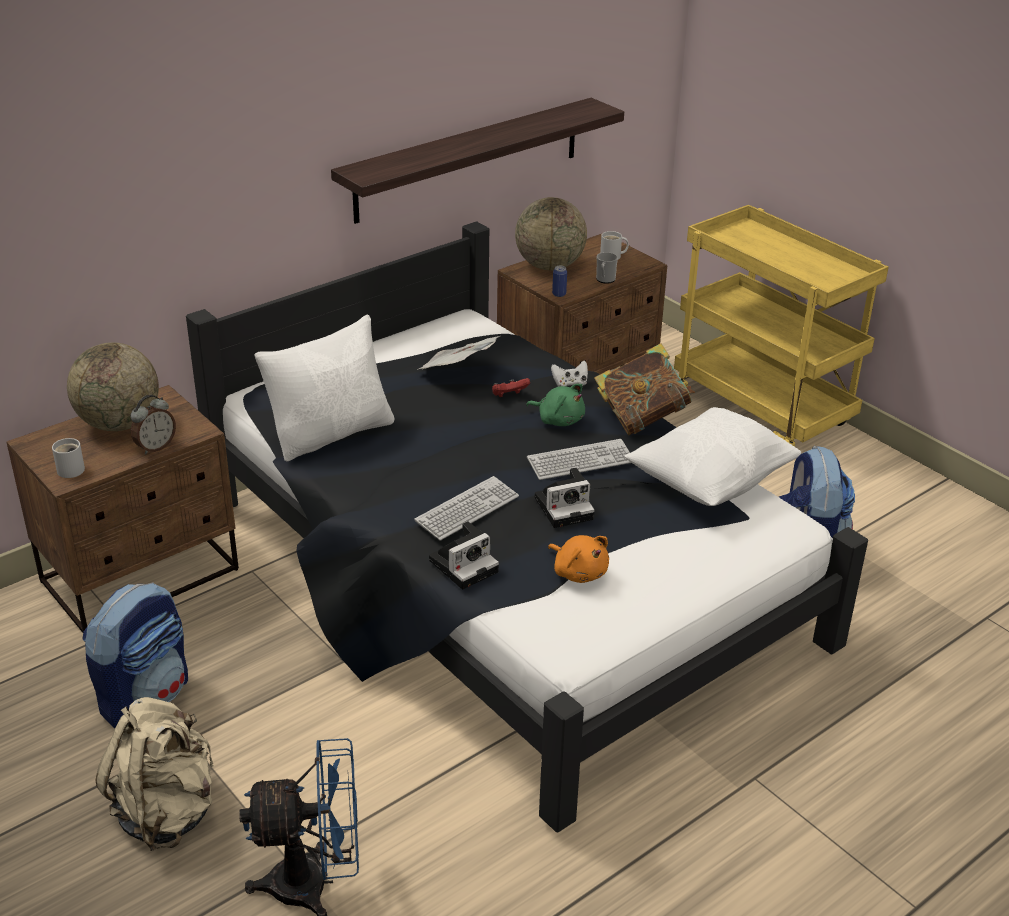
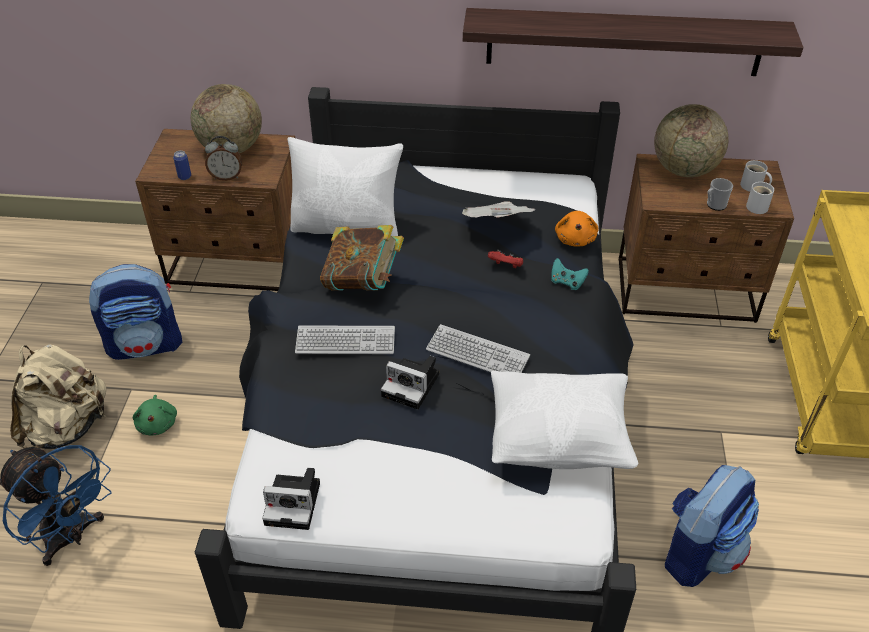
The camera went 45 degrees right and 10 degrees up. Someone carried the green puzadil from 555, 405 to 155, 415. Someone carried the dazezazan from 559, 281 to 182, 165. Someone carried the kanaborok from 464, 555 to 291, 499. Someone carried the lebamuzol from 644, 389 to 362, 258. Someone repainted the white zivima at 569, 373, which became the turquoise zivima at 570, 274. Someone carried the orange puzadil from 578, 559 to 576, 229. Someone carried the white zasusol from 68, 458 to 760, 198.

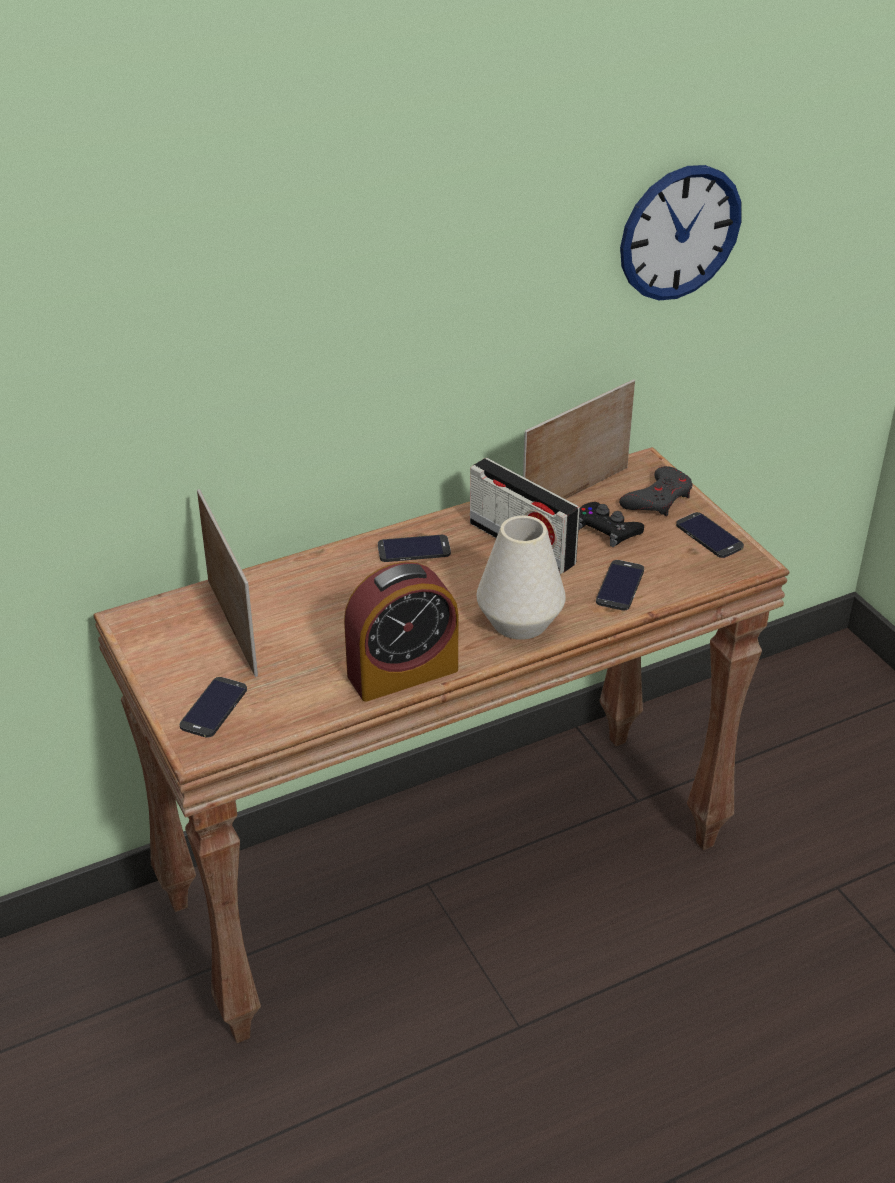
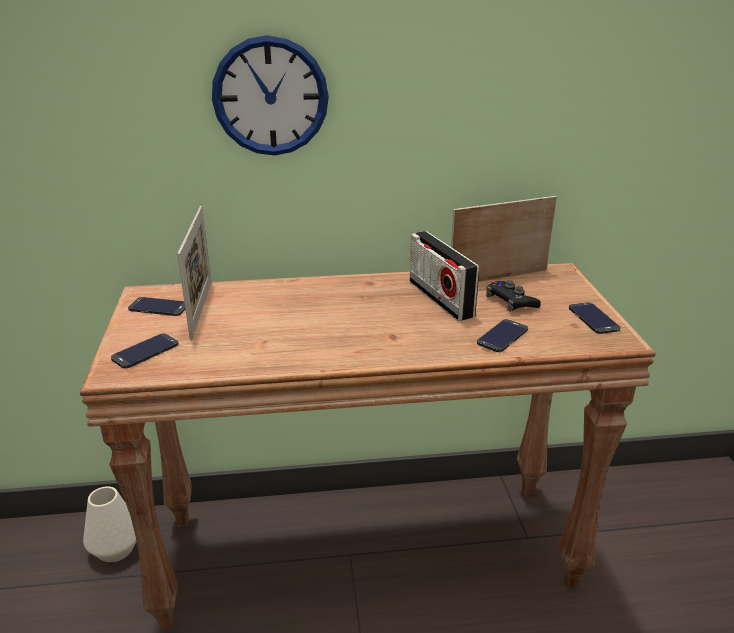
The camera went 20 degrees right and 10 degrees down. Someone carried the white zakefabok from 521, 577 to 109, 524. Someone carried the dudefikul from 414, 548 to 156, 306. Someone carried the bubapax from 681, 232 to 270, 95. Someone took away the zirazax at 401, 632. Someone took away the grey zivima at 656, 491.

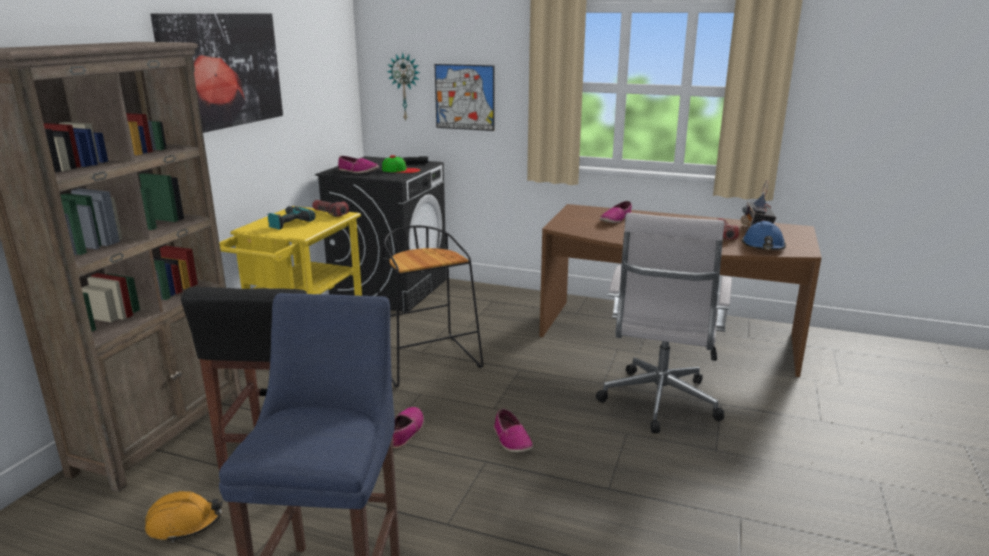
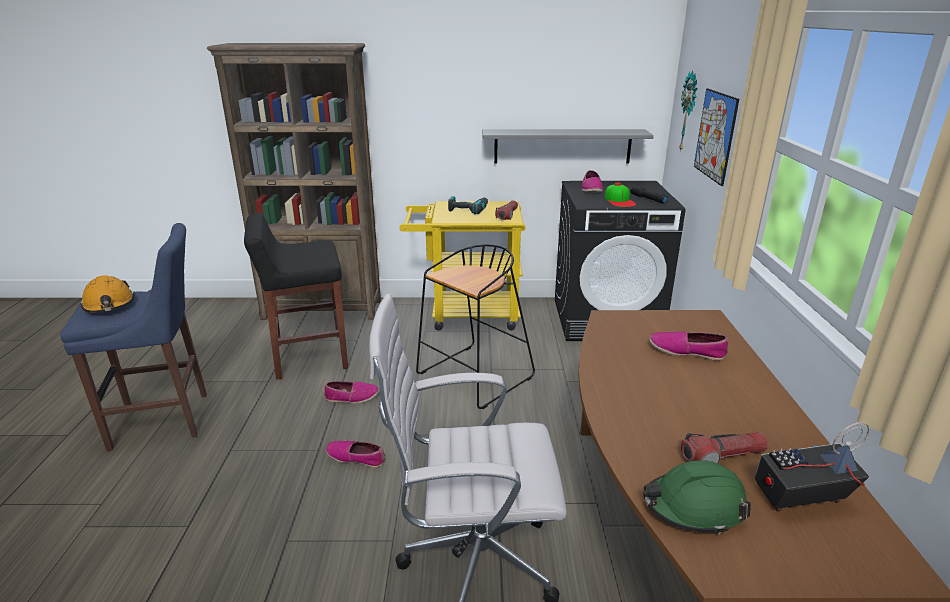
The camera went 70 degrees right and 5 degrees up. Someone carried the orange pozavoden from 183, 516 to 107, 294. Someone rotated the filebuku at 513, 431 by 60 degrees clockwise. Someone put up the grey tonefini at 568, 146. Someone repainted the blue pozavoden at 763, 235, which became the green pozavoden at 697, 497. Someone took away the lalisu at 217, 73.

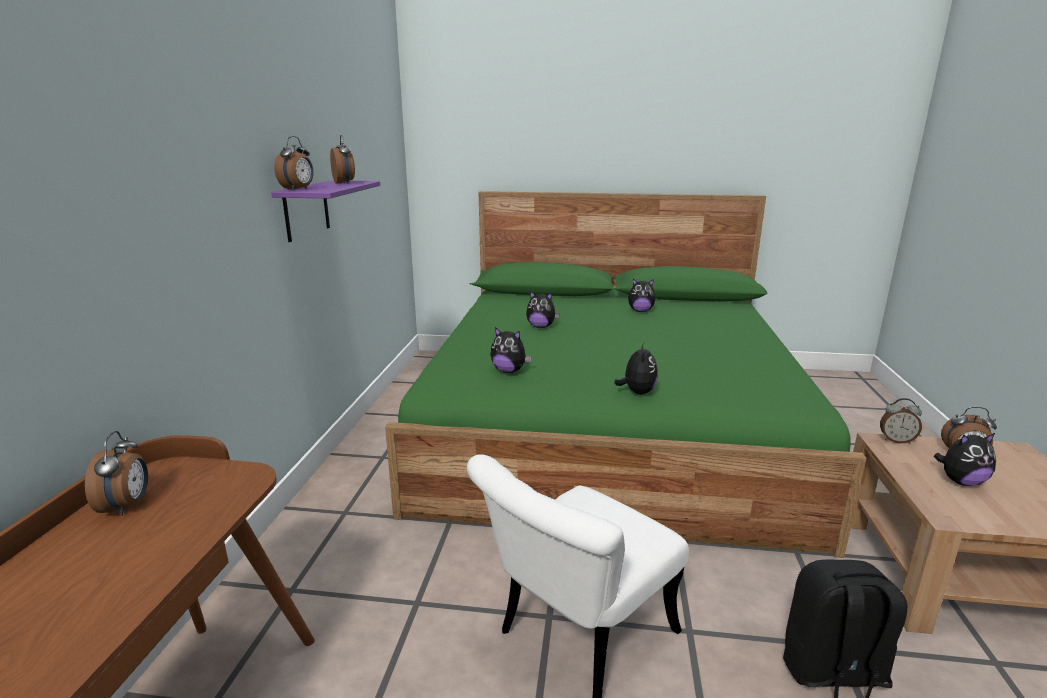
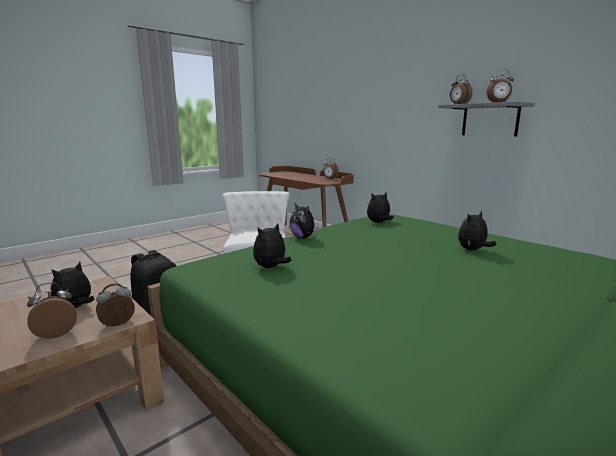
The camera went 130 degrees right and 5 degrees down. Someone carried the puzadil from 642, 295 to 272, 245. Someone repainted the purple tonefini at 325, 211, which became the grey tonefini at 486, 118.

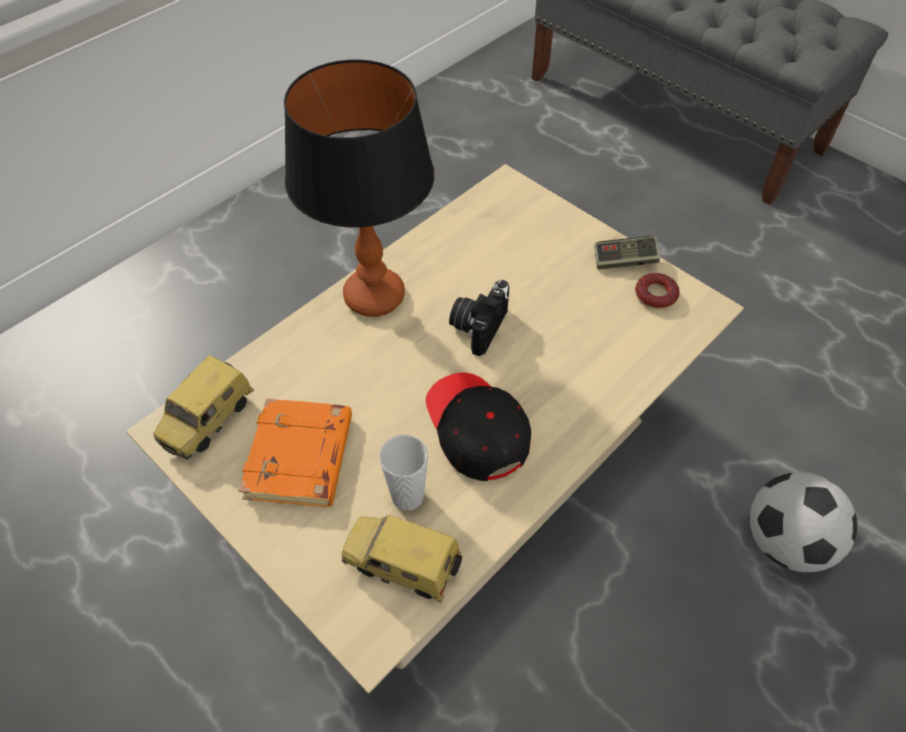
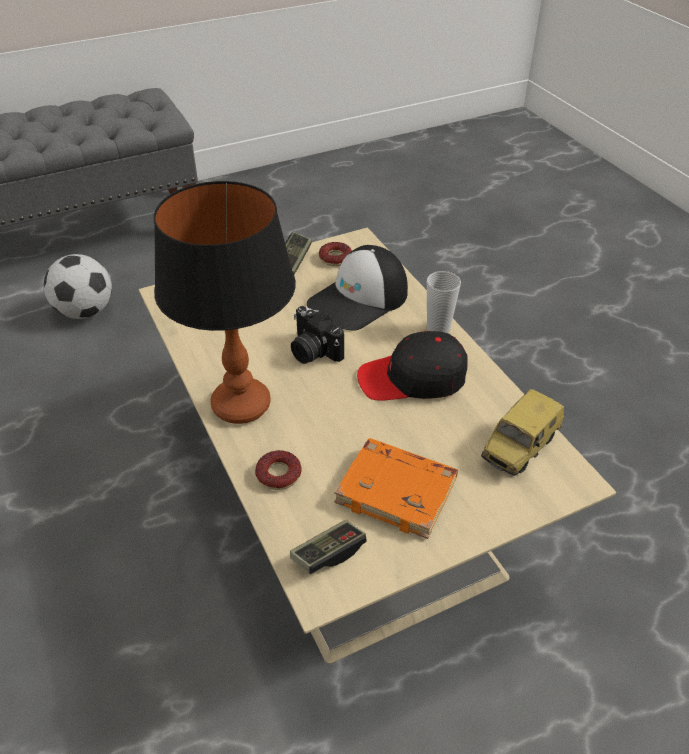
The camera went 70 degrees left and 10 degrees down. Someone carried the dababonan from 803, 522 to 78, 286. Someone put down the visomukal at 278, 470. Someone swapped the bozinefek at 203, 407 for the zivima at 328, 547. Someone put down the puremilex at 357, 288. Someone carried the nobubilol from 403, 472 to 444, 302.

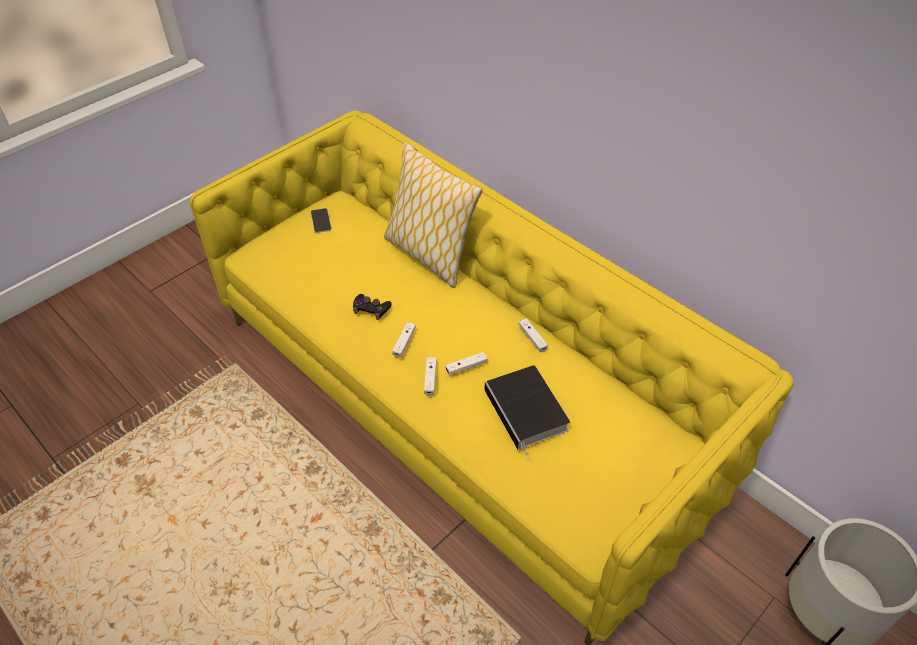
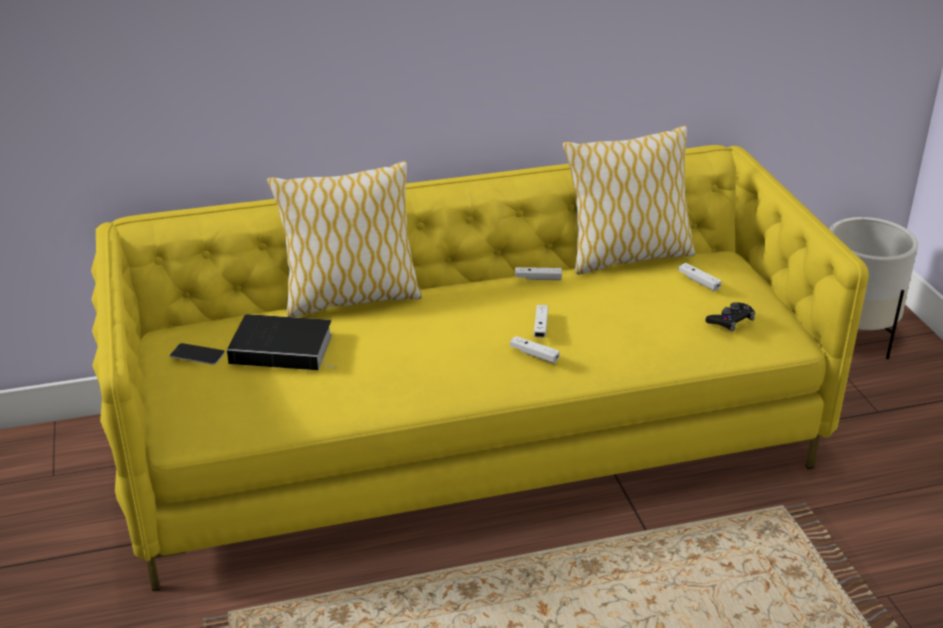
The camera went 60 degrees left and 15 degrees down. Someone carried the lebamuzol from 527, 413 to 282, 342. Someone put down the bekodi at 629, 200. Someone carried the white zivima from 404, 340 to 700, 277. Someone carried the black zivima from 372, 307 to 730, 317.

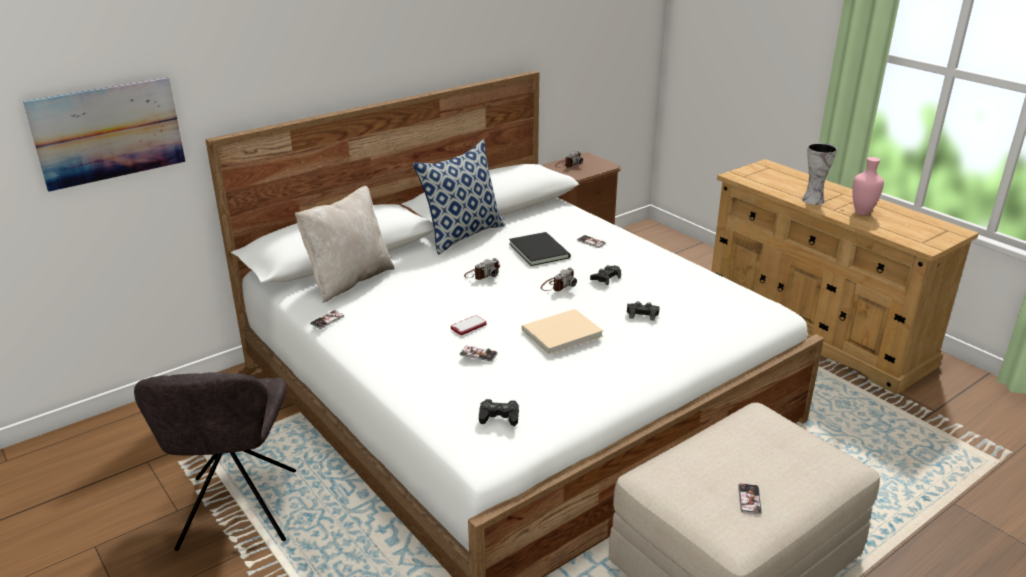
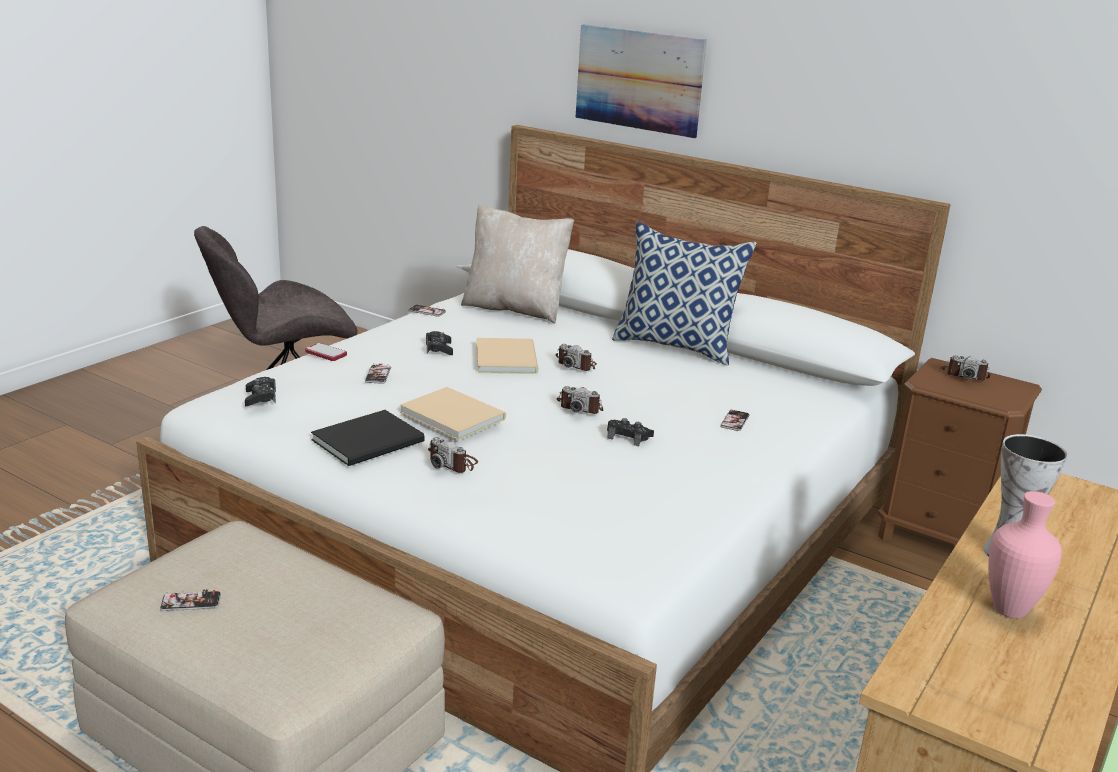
The camera went 70 degrees right and 5 degrees down. Someone carried the dudefikul from 468, 325 to 326, 352. Someone carried the black lebamuzol from 540, 249 to 368, 438. Someone carried the black zivima from 643, 311 to 439, 343. Someone put down the kanaborok at 453, 455. Someone put down the beige lebamuzol at 507, 356. Someone carried the lalisu from 104, 134 to 641, 81.

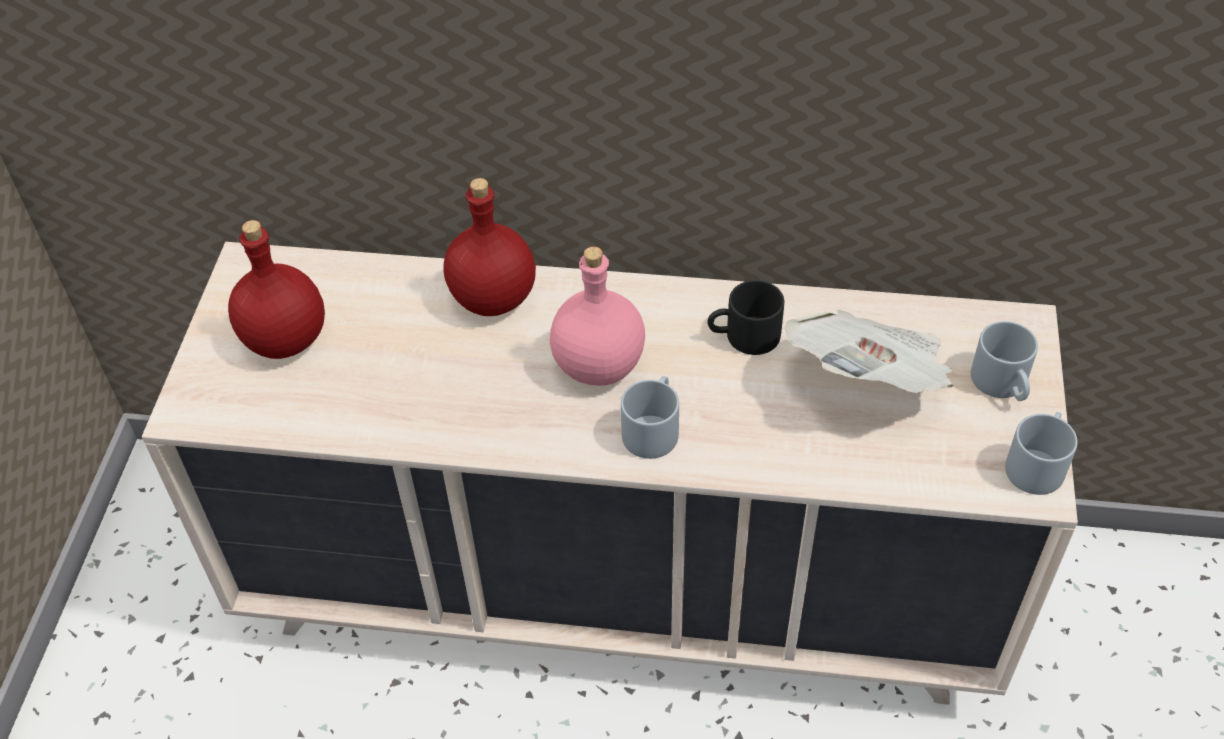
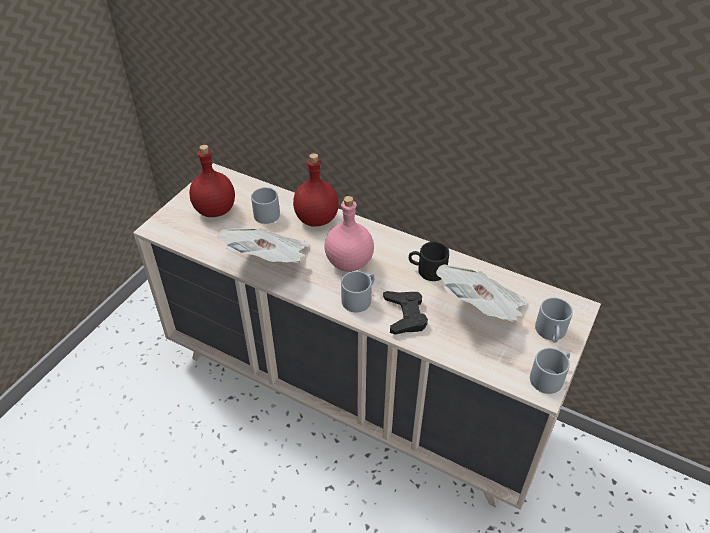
The camera went 20 degrees right and 5 degrees down. Someone put down the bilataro at 262, 245. Someone put down the grey zasusol at 265, 205. Someone put down the black zivima at 405, 313.

